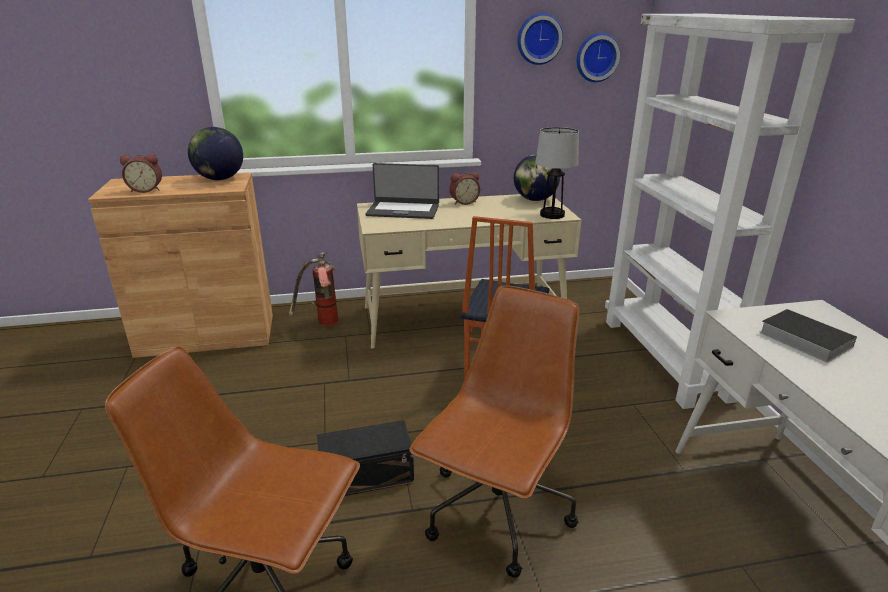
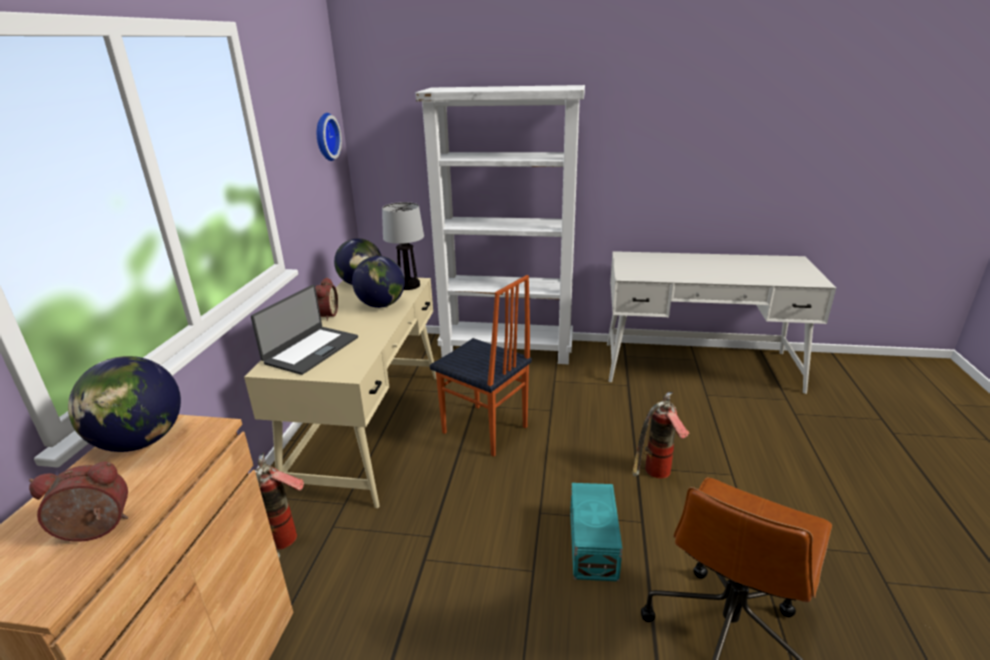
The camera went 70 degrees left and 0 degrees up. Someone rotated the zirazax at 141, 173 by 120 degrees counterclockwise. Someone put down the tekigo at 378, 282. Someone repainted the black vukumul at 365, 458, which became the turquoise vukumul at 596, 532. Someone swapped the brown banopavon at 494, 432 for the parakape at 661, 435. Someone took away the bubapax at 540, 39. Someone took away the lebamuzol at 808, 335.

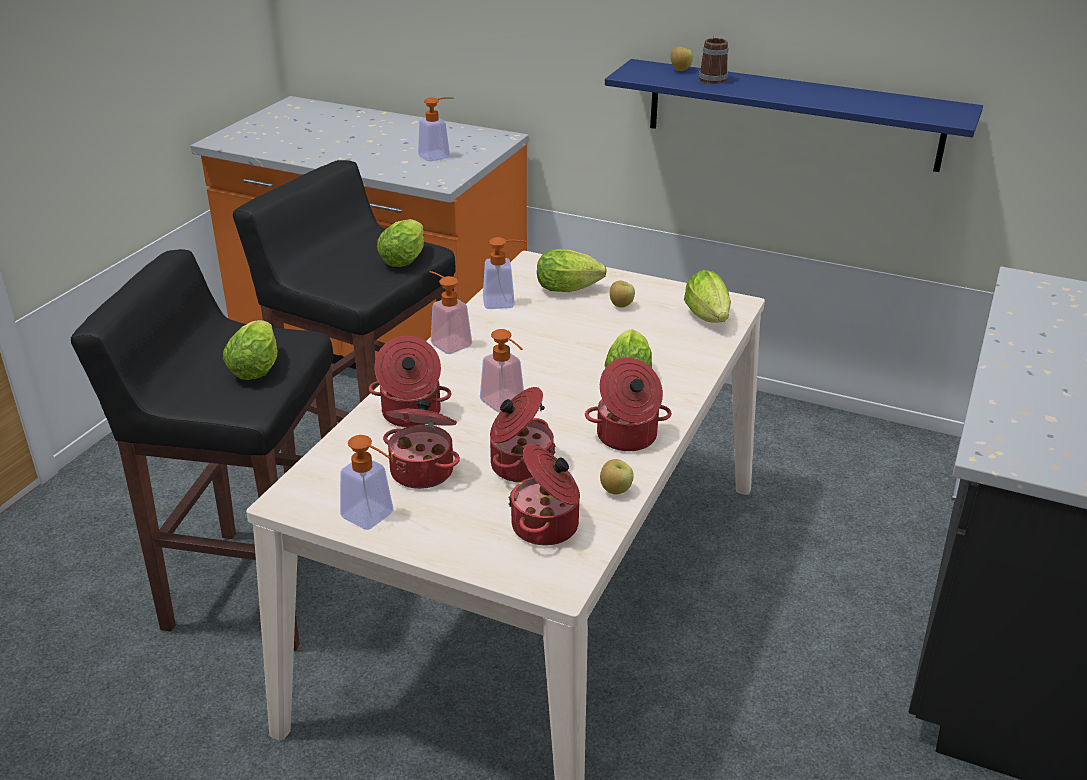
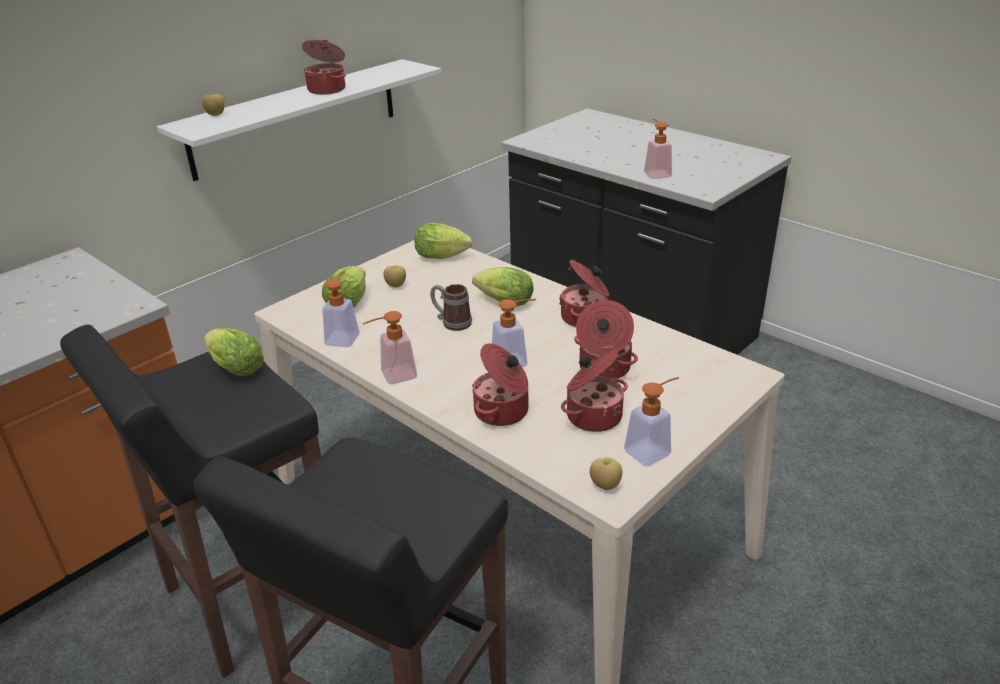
The camera went 70 degrees left and 0 degrees up. Someone repainted the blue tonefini at 794, 115, which became the white tonefini at 299, 120. Someone carried the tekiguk from 544, 494 to 324, 67. Someone carried the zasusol from 713, 59 to 451, 307. Someone carried the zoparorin from 617, 476 to 606, 473. Someone carried the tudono from 436, 129 to 658, 149. Someone took away the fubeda at 250, 350.

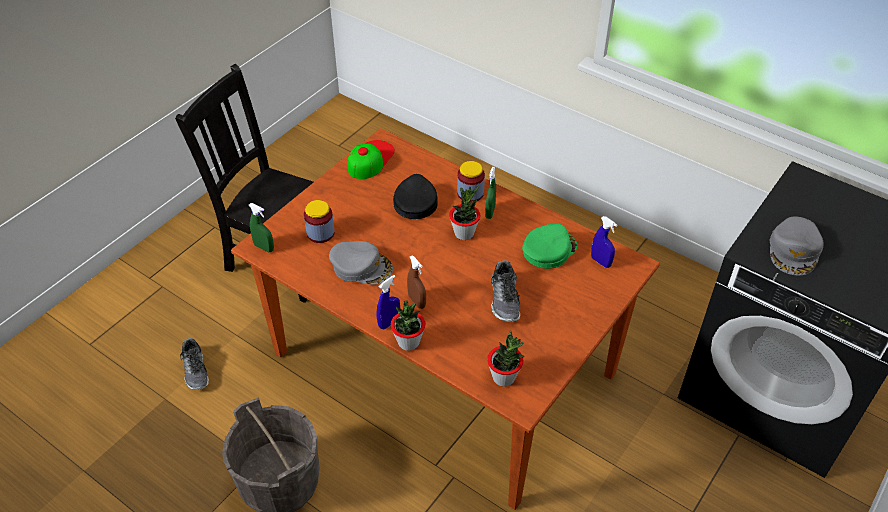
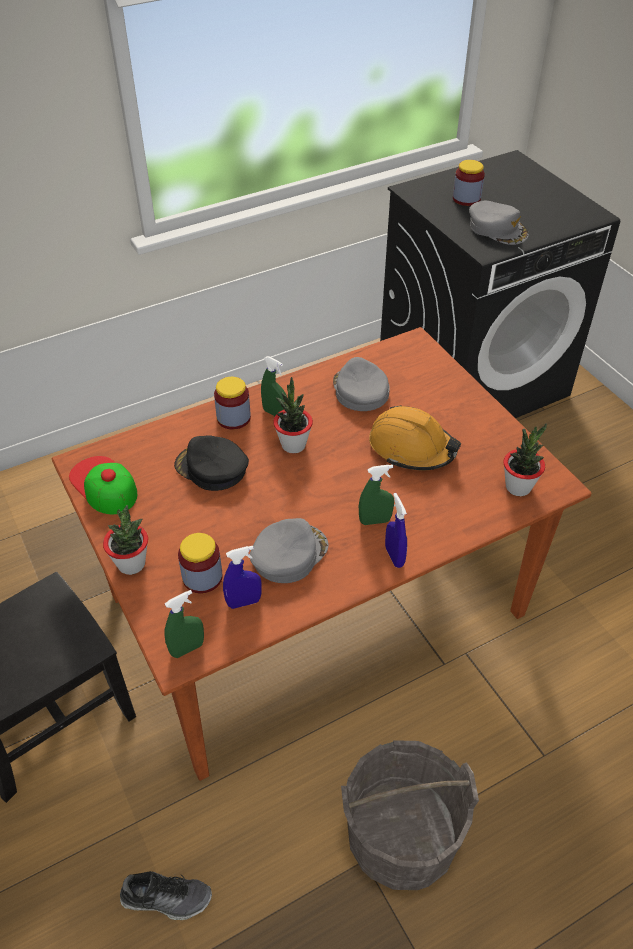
The camera went 65 degrees left and 0 degrees up. Someone carried the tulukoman from 408, 325 to 125, 540. Someone carried the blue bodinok from 604, 242 to 242, 577. Someone repainted the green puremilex at 550, 246, which became the grey puremilex at 361, 384. Someone repainted the brown bodinok at 416, 282, which became the green bodinok at 376, 495. Someone swapped the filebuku at 505, 291 for the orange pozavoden at 415, 437. Someone put down the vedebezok at 469, 183.

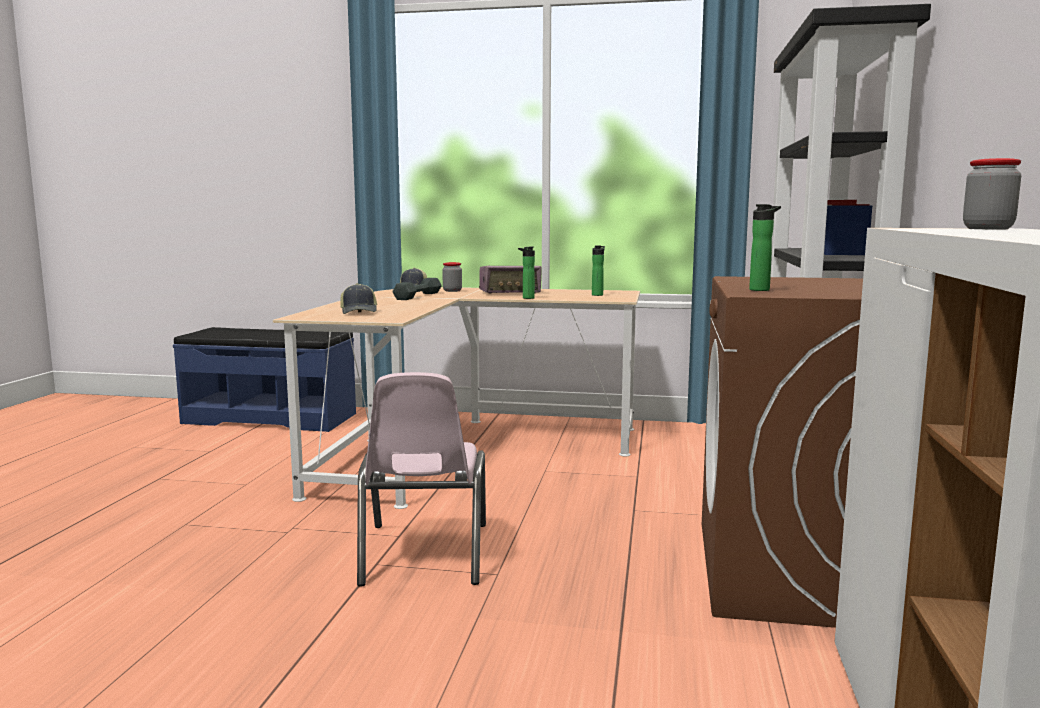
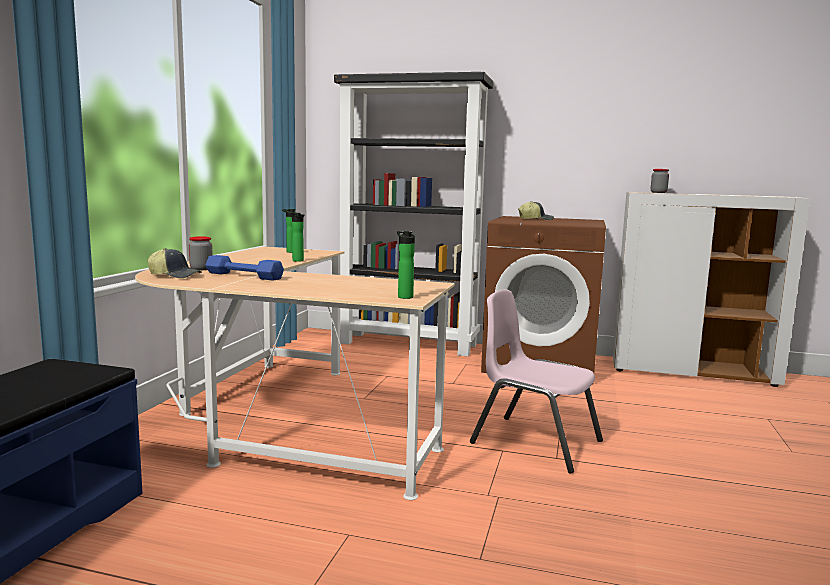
The camera went 85 degrees left and 0 degrees up. Someone repainted the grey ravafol at 417, 289, which became the blue ravafol at 244, 268. Someone carried the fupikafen from 765, 247 to 406, 265. Someone rotated the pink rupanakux at 421, 479 by 150 degrees counterclockwise. Someone carried the puremilex from 358, 298 to 536, 210. Someone took away the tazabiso at 510, 280.

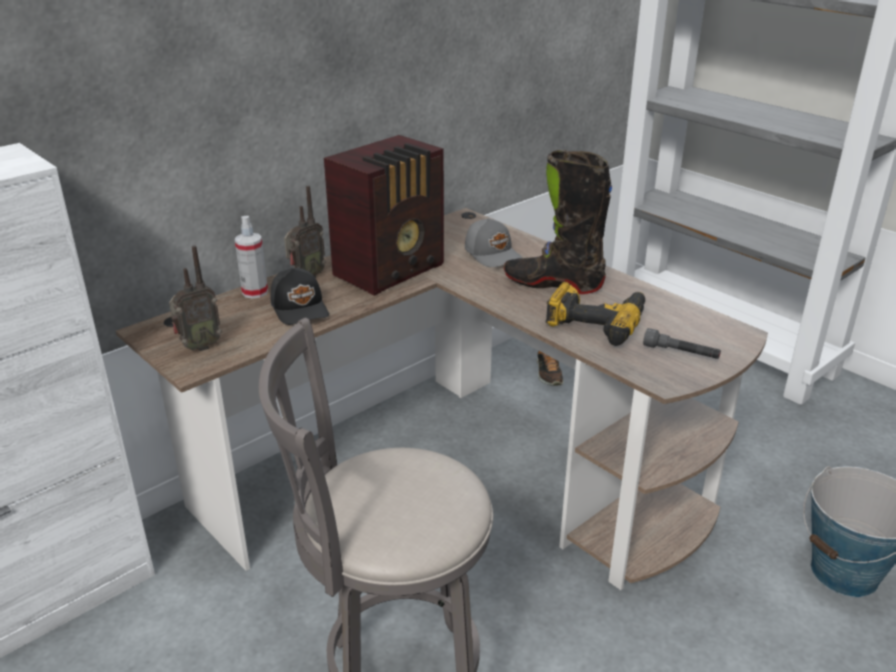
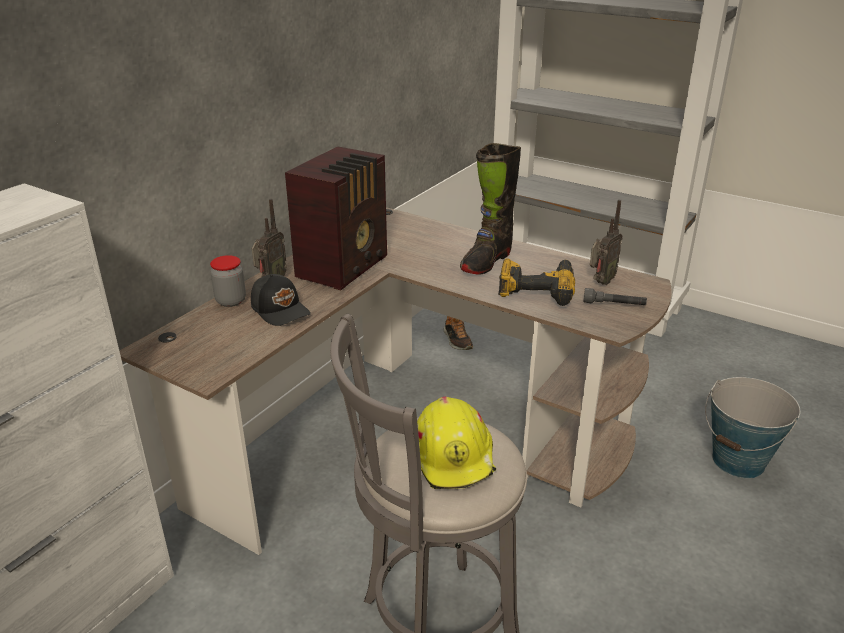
The camera went 15 degrees left and 0 degrees up. Someone swapped the bodinok at 251, 257 for the vedebezok at 228, 281. Someone put down the yellow pozavoden at 456, 443. Someone rotated the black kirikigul at 558, 222 by 60 degrees counterclockwise. Someone carried the tazabiso from 195, 298 to 606, 242. Someone took away the grey puremilex at 493, 242.

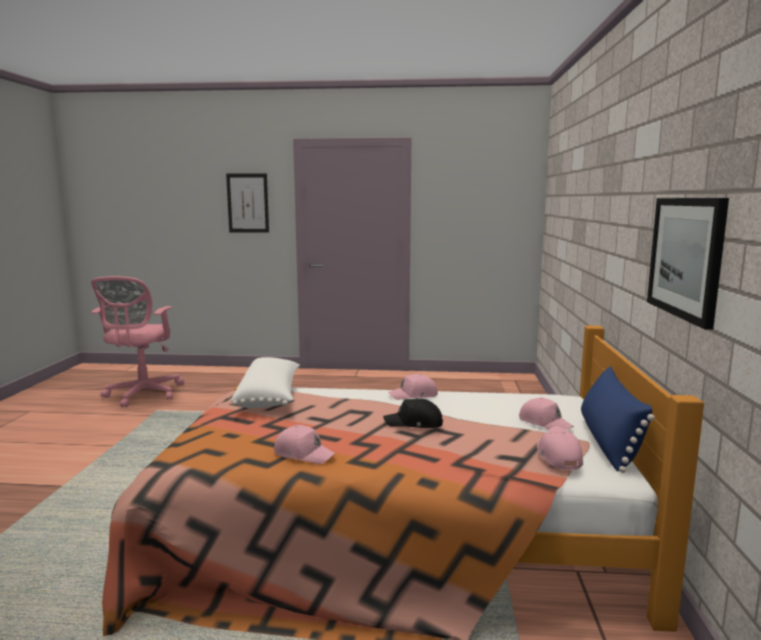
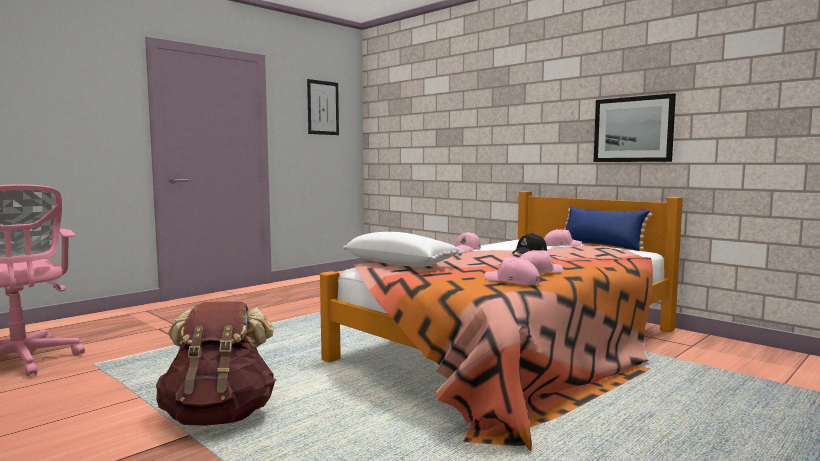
The camera went 50 degrees left and 5 degrees down. Someone put down the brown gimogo at 216, 364. Someone carried the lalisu from 247, 203 to 323, 107. Someone carried the pink puremilex from 560, 448 to 513, 271.

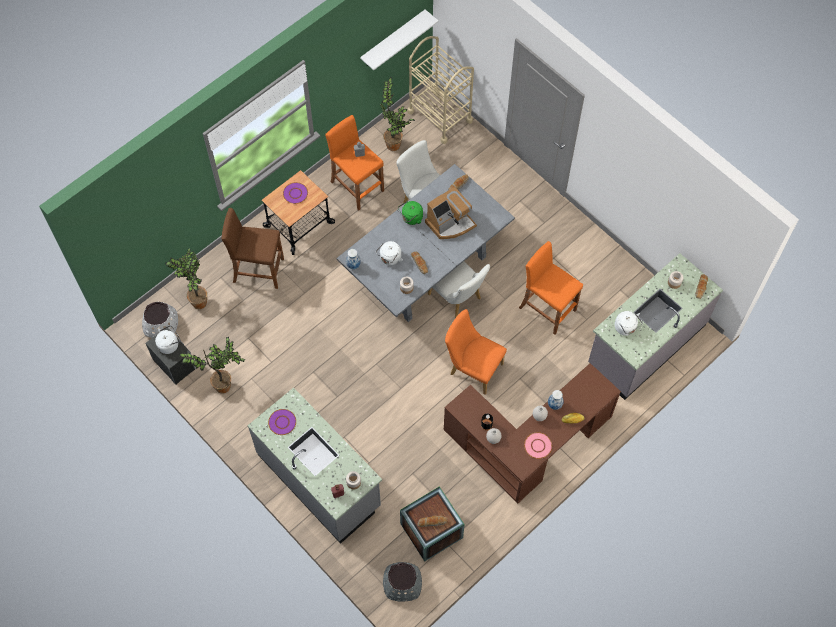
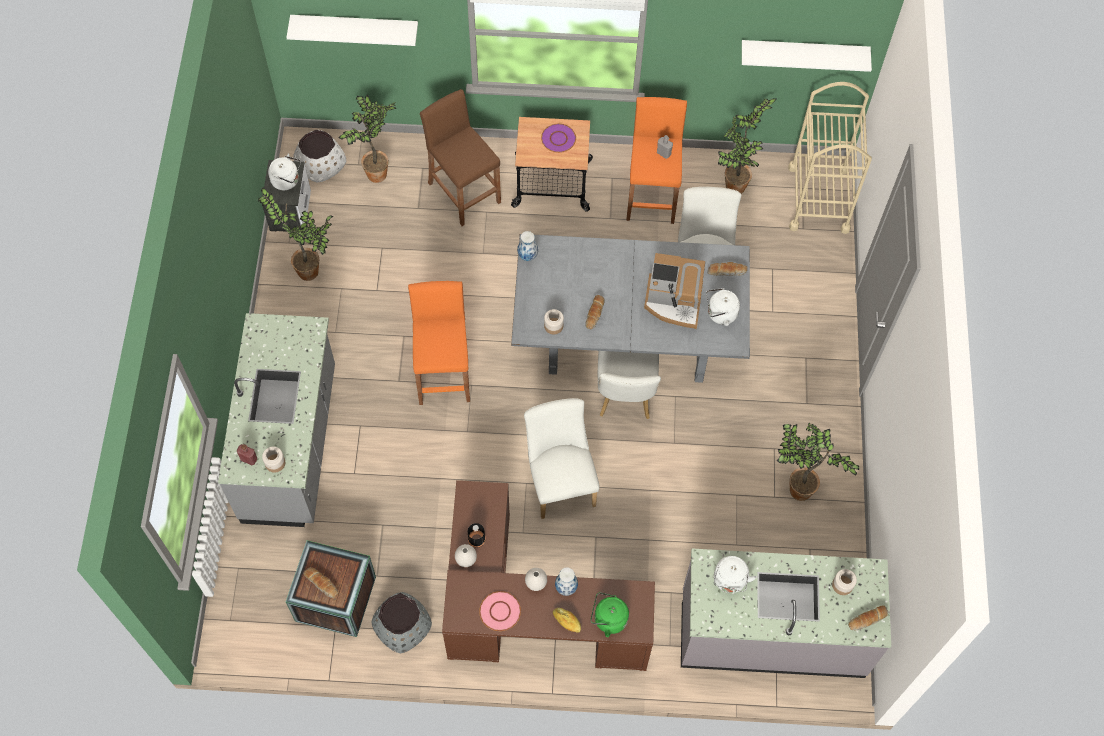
The camera went 45 degrees right and 0 degrees up. Someone put up the white tonefini at 352, 30. Someone carried the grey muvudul from 402, 582 to 401, 622. Someone carried the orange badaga from 551, 288 to 439, 343. Someone repainted the orange rupanakux at 476, 352, which became the white rupanakux at 562, 458. Someone carried the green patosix from 410, 213 to 610, 614. Someone carried the white patosix from 389, 253 to 723, 307. Someone put down the tulukoman at 818, 462. Someone took away the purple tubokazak at 282, 422.

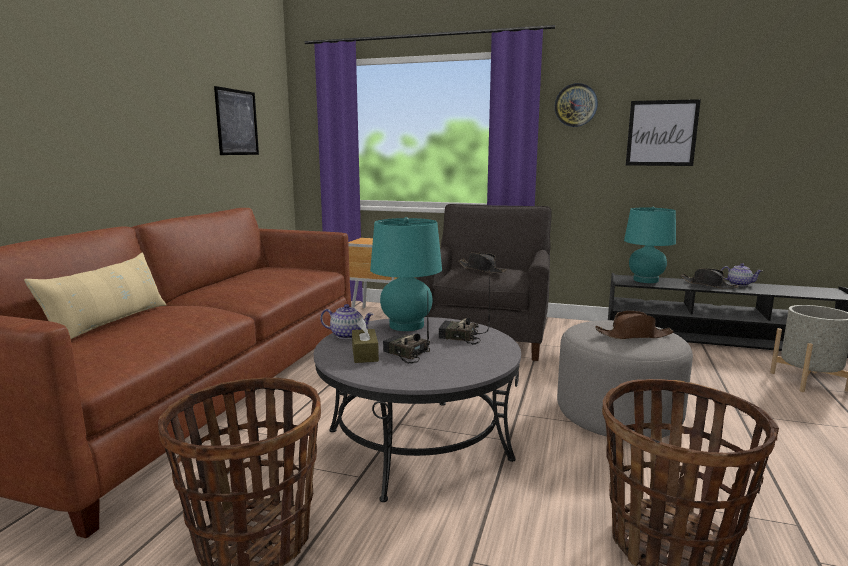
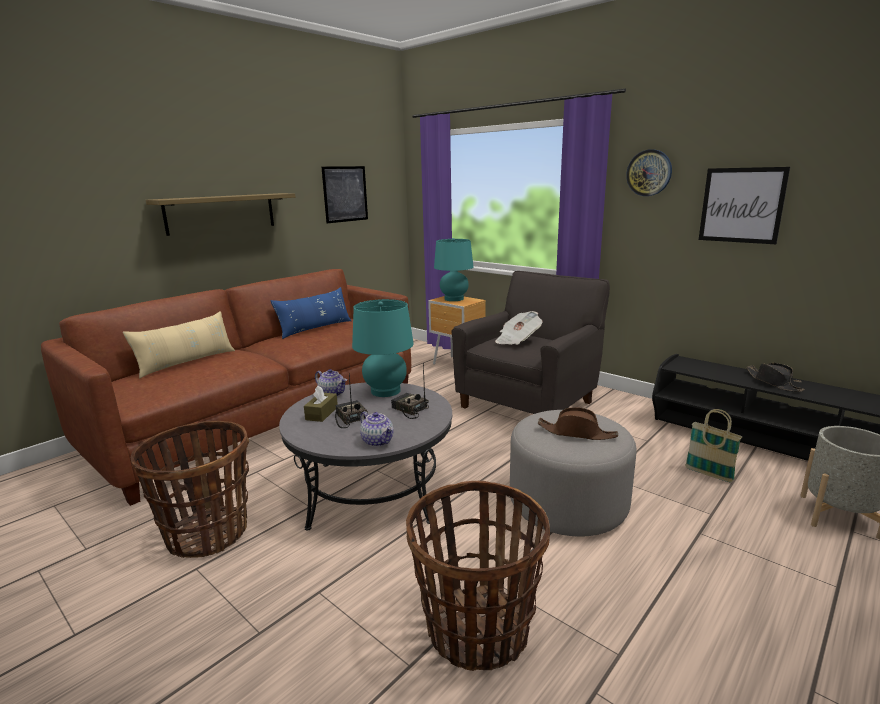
The camera went 25 degrees right and 5 degrees up. Someone put up the tonefini at 221, 214. Someone put down the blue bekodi at 311, 313. Someone carried the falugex from 741, 274 to 376, 429. Someone carried the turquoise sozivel from 650, 245 to 453, 269. Someone swapped the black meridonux at 482, 263 for the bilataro at 518, 328. Someone put down the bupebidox at 713, 445.

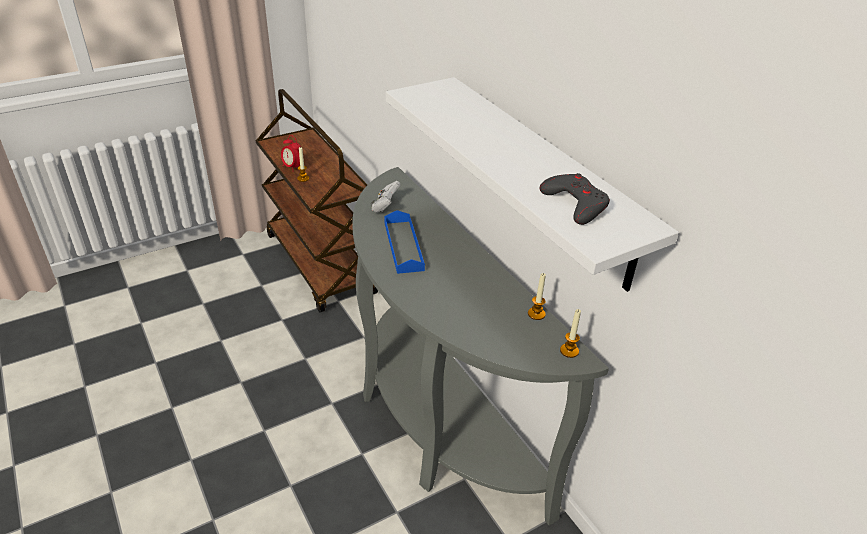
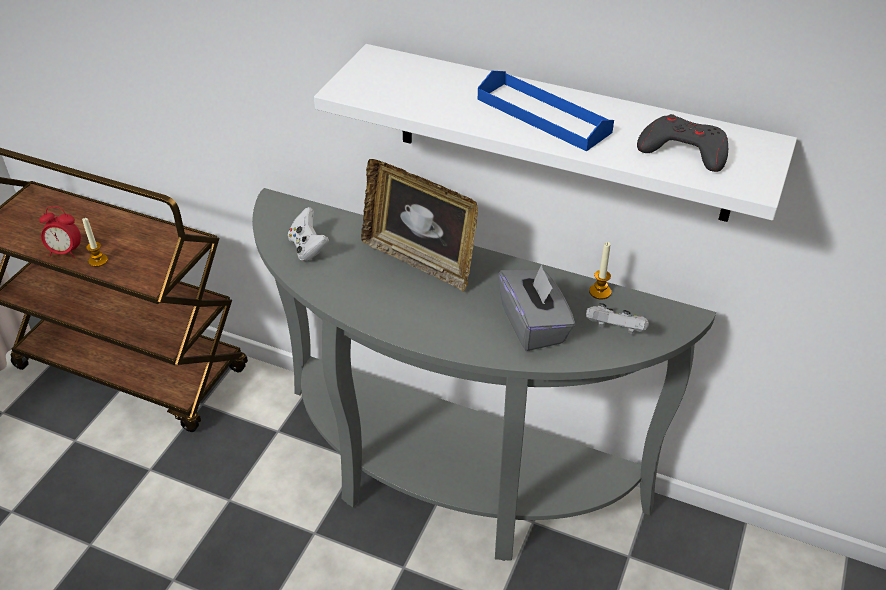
The camera went 35 degrees left and 5 degrees up. Someone put down the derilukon at 419, 225. Someone carried the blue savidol from 404, 242 to 546, 111. Someone put down the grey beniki at 536, 307. Someone put down the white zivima at 617, 318. Someone took away the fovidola at 570, 333.

